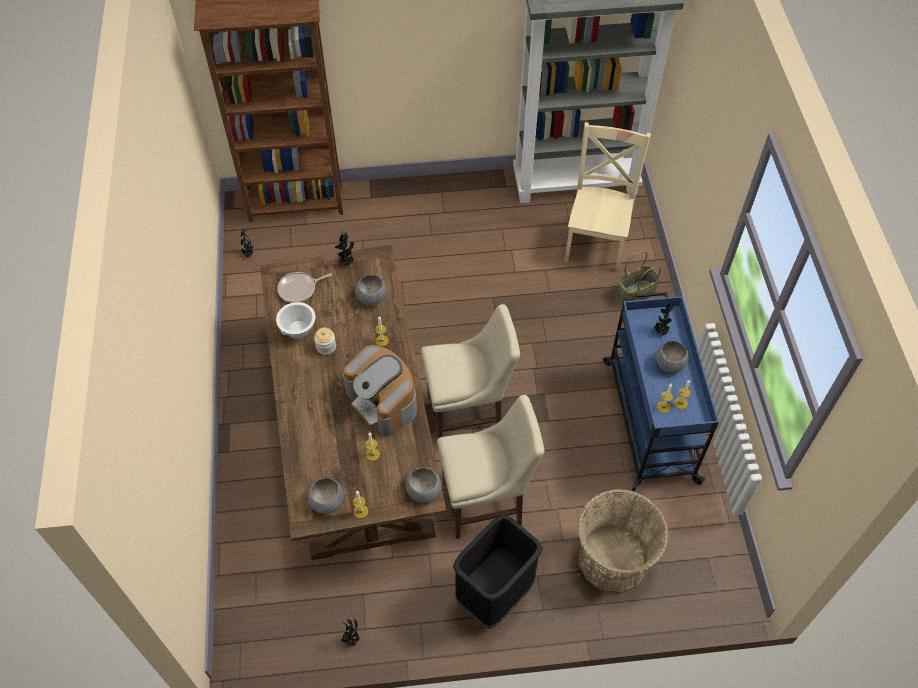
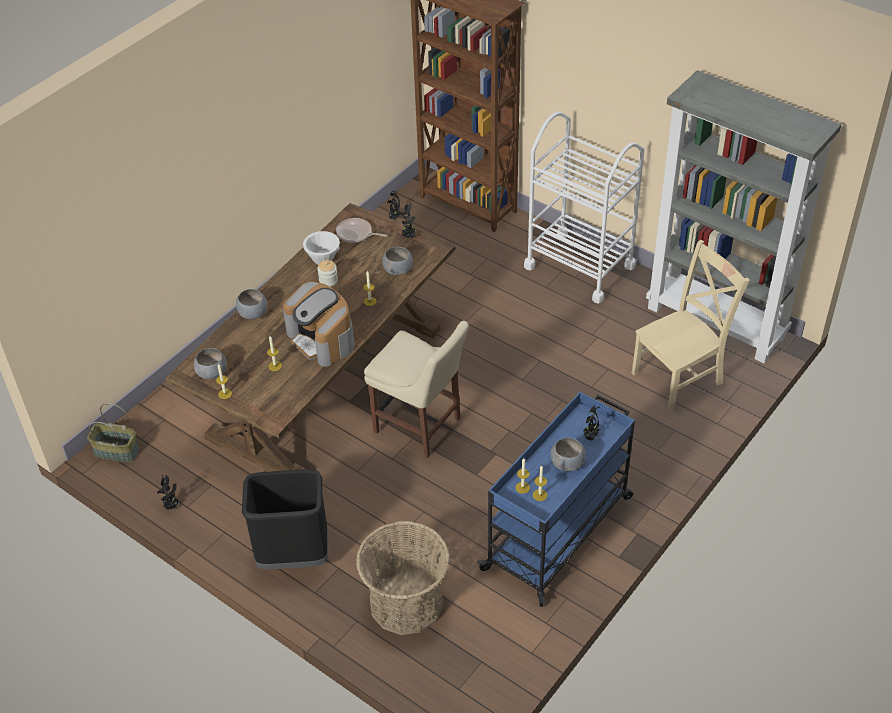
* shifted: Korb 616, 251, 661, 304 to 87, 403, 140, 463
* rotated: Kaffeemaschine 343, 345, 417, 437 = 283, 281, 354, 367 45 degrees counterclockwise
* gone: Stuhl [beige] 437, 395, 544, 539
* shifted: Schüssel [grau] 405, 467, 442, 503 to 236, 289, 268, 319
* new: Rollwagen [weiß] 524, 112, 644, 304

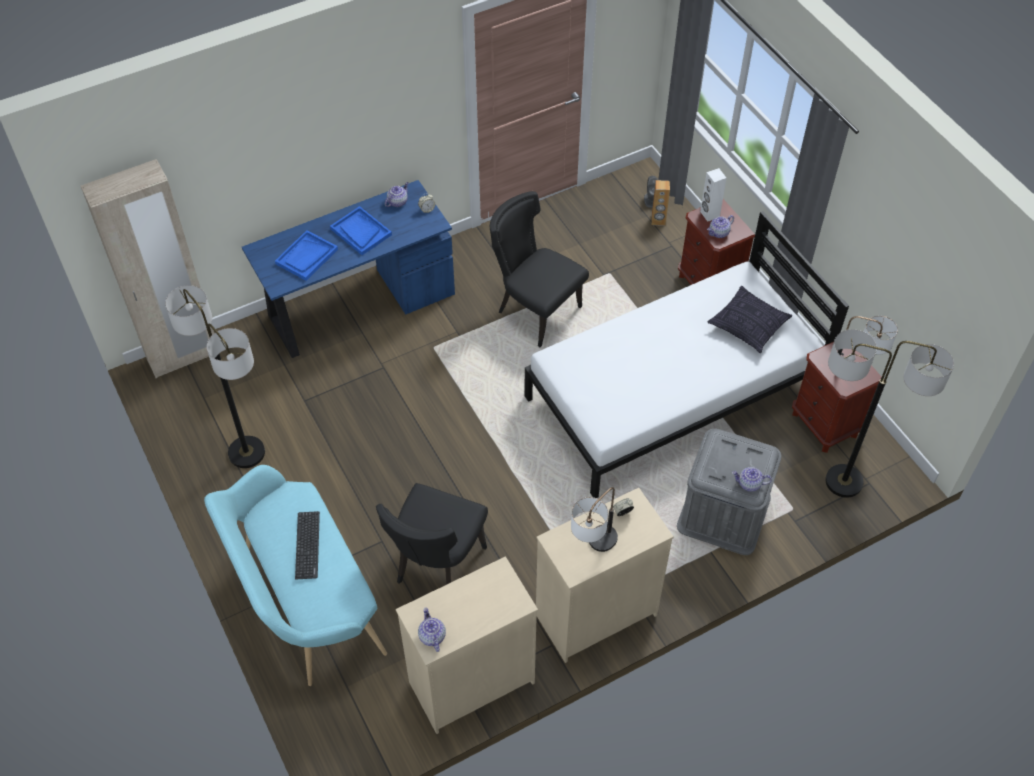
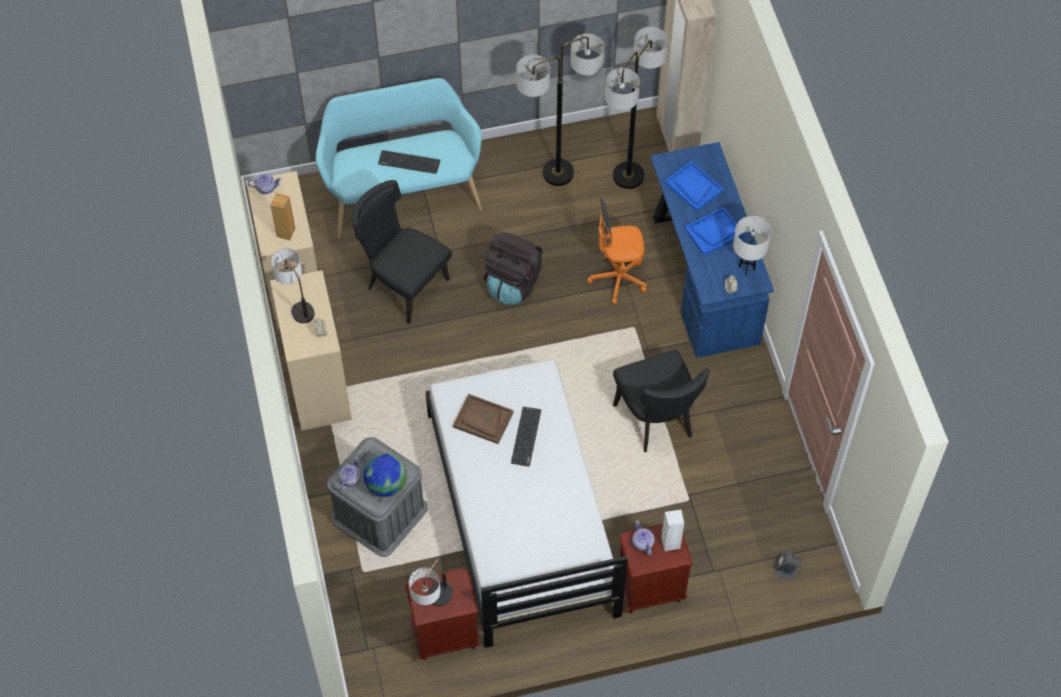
* shifted: Lautsprecher [braun] 651, 180, 670, 226 to 270, 193, 295, 241
* swapped: Teekanne 385, 182, 409, 207 to Tischlampe [weiß] 733, 216, 771, 275
* rotated: Stuhl [schwarz] 490, 191, 589, 347 = 613, 349, 710, 452 105 degrees clockwise
* gone: Kissen 707, 286, 792, 353
* shifted: Stehlampe 825, 329, 954, 498 to 605, 27, 668, 189
* new: Bürostuhl [orange] 587, 198, 647, 304
* new: Rucksack [schwarz] 484, 233, 542, 305
* new: Tablett [braun] 453, 394, 514, 444
* new: Tastatur 511, 407, 541, 467
* new: Globus 363, 453, 407, 497

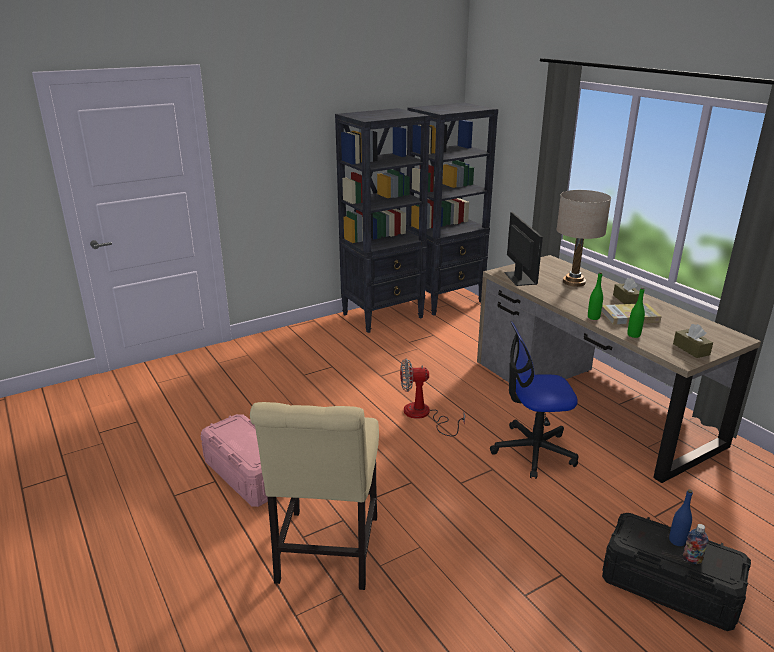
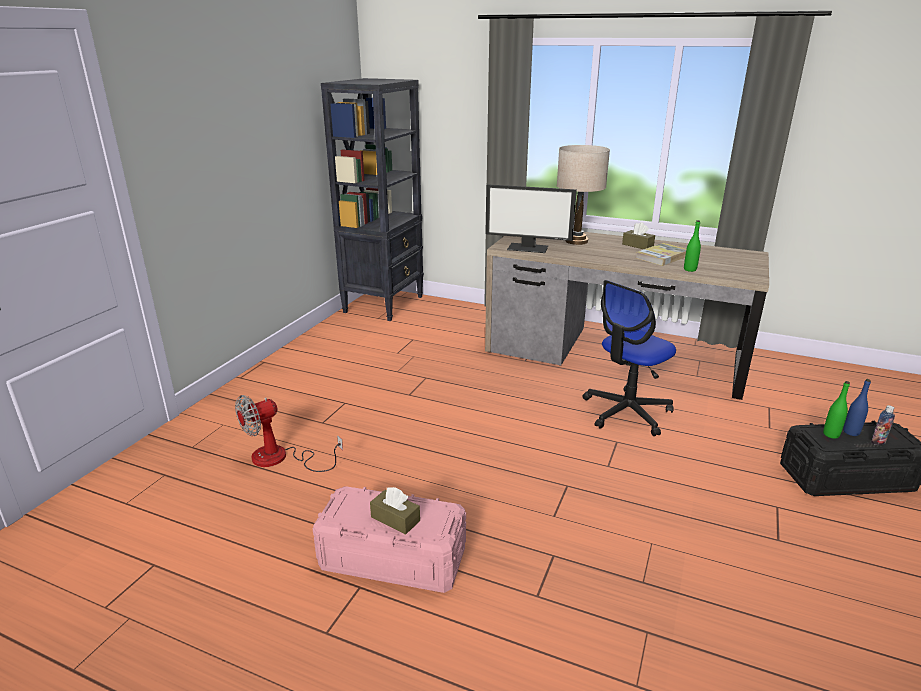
* gone: Bücherregal [schwarz] 335, 108, 430, 333
* rotated: Monitor 504, 212, 543, 286 = 485, 184, 577, 253 150 degrees clockwise
* shifted: Flasche [grün] 588, 272, 603, 320 to 823, 381, 850, 439
* shifted: Taschentuchbox [braun] 673, 324, 713, 358 to 370, 487, 420, 535
* shifted: Ventilator 400, 359, 465, 436 to 235, 395, 343, 472
* gone: Stuhl [beige] 250, 402, 379, 590

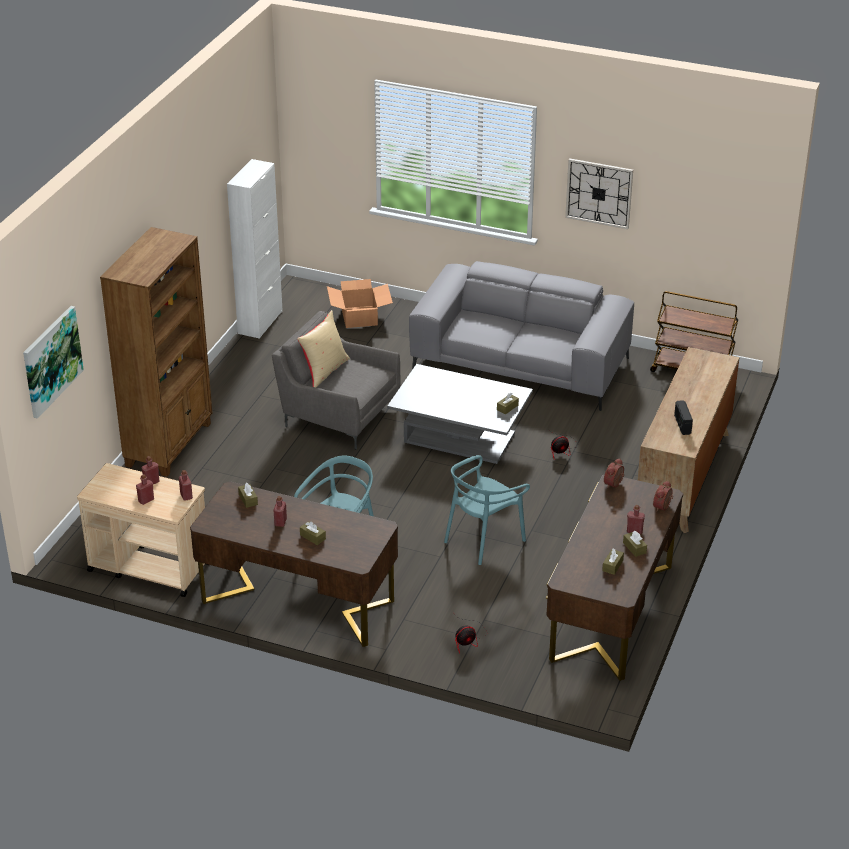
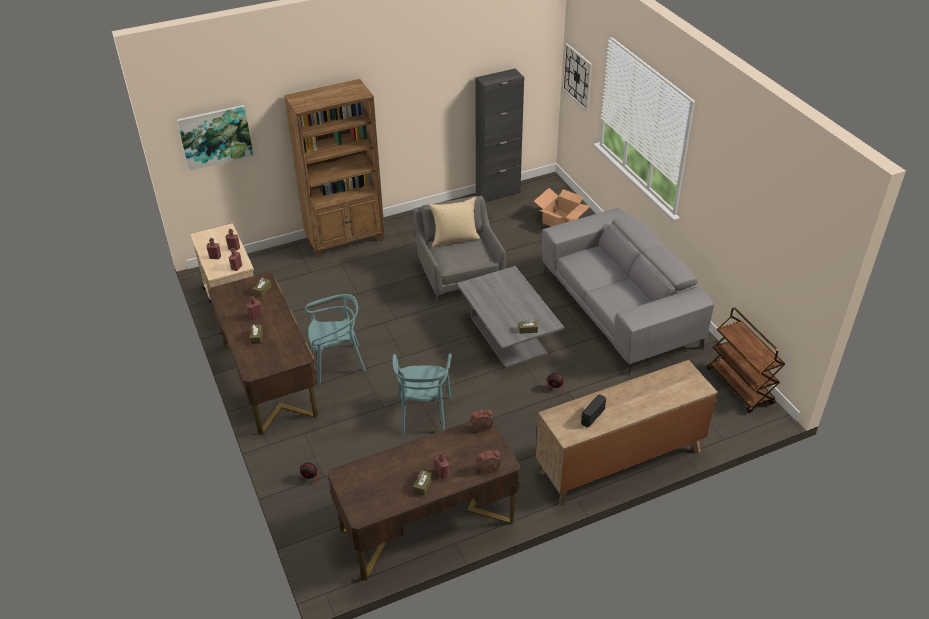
* shifted: Wanduhr 565, 158, 633, 229 to 562, 43, 593, 111
* repainted: Schrank [weiß] 227, 159, 283, 339 to Schrank [schwarz] 475, 69, 524, 202
* rotated: Stuhl [türkis] 444, 455, 530, 565 = 393, 353, 452, 434 90 degrees counterclockwise
* gone: Taschentuchbox [braun] 602, 548, 624, 575

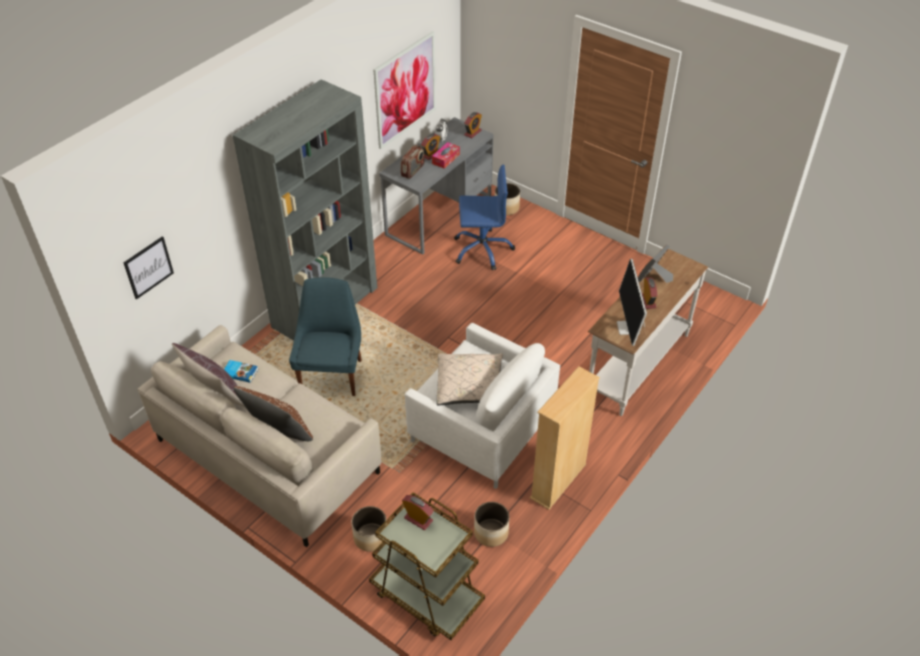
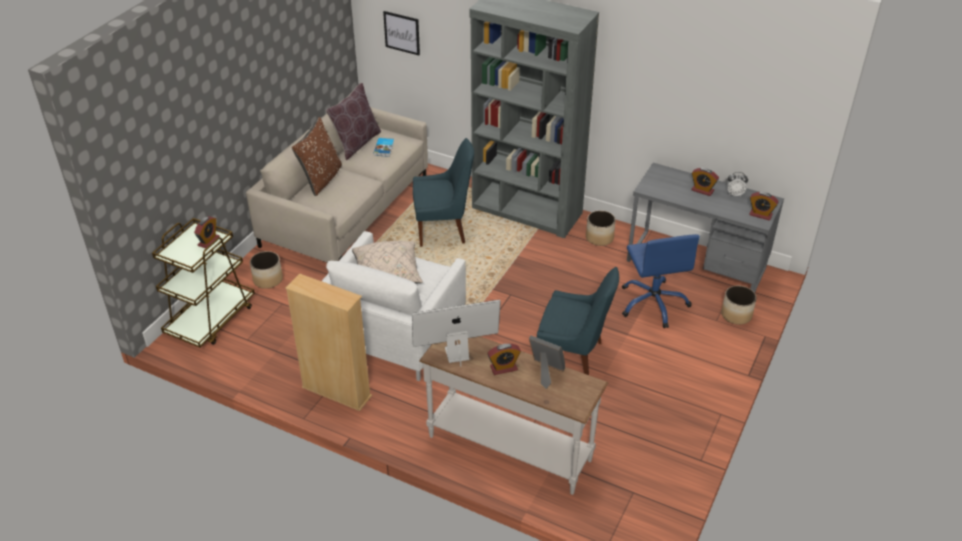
* gone: Bild 374, 31, 436, 149
* gone: Taschentuchbox 432, 142, 460, 169
* gone: Radio 401, 145, 425, 179
* shifted: Pflanzkübel 474, 502, 509, 547 to 586, 210, 616, 246
* new: Stuhl [blau] 537, 267, 619, 375

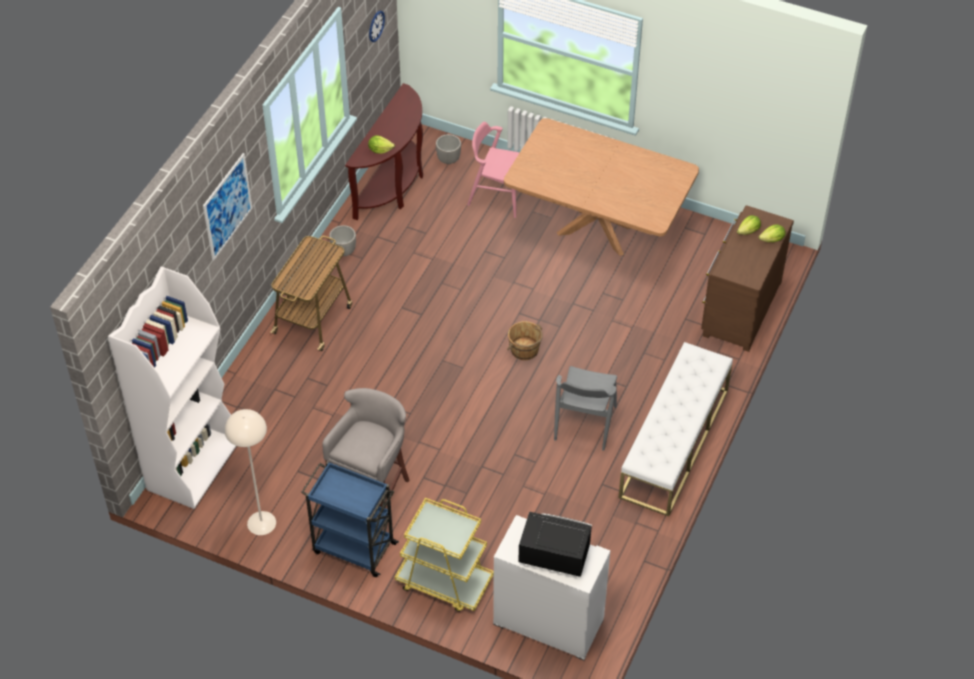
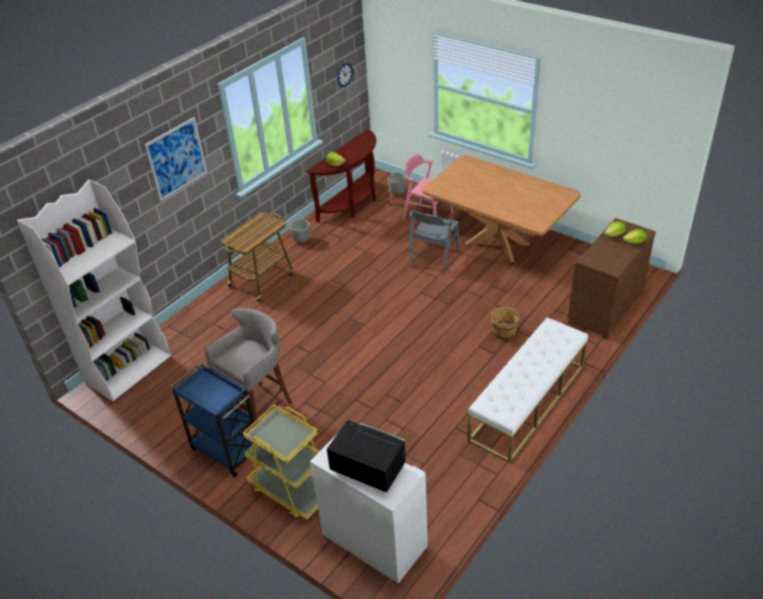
* shifted: Eimer [braun] 507, 321, 543, 360 to 488, 307, 521, 340
* shifted: Stuhl [grau] 554, 366, 617, 451 to 409, 210, 460, 275
* gone: Stehlampe [beige] 225, 409, 276, 535

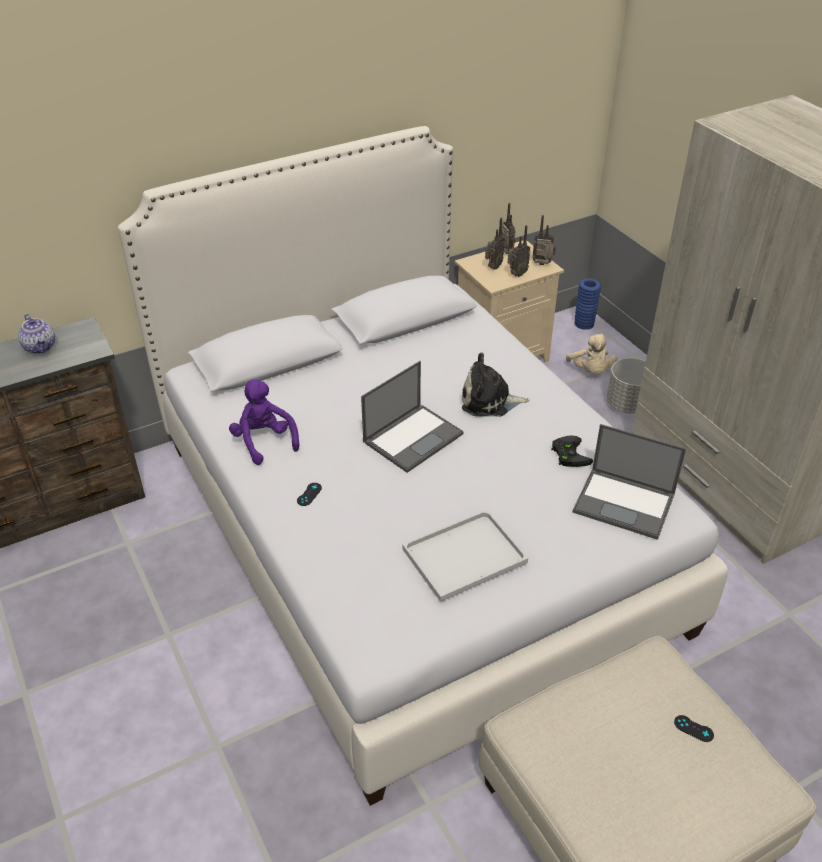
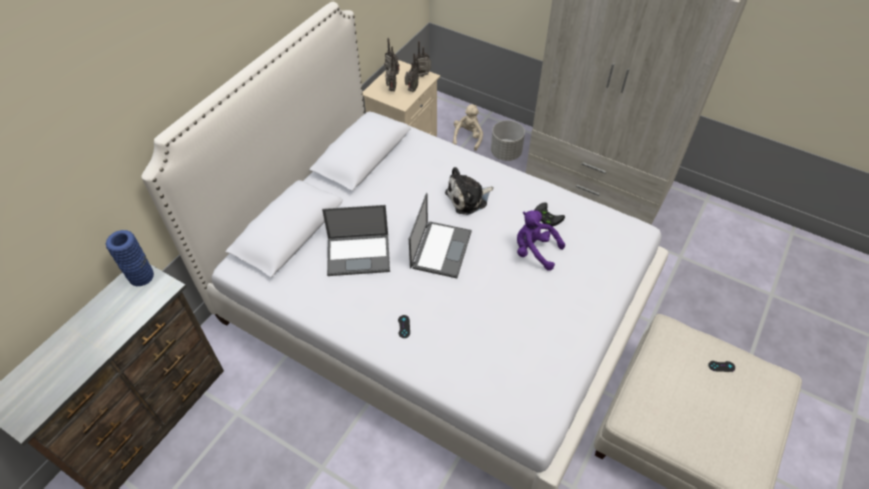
* shifted: Vase [blau] 574, 279, 601, 330 to 106, 230, 154, 286
* gone: Teekanne 18, 314, 55, 354
* rotated: Plüschtier [beige] 566, 334, 617, 374 = 453, 104, 483, 151 120 degrees counterclockwise
* shifted: Plüschtier [lila] 229, 379, 299, 465 to 517, 210, 565, 270
* shifted: Laptop 573, 424, 686, 540 to 322, 205, 390, 276
* gone: Tablett [weiß] 402, 510, 528, 602

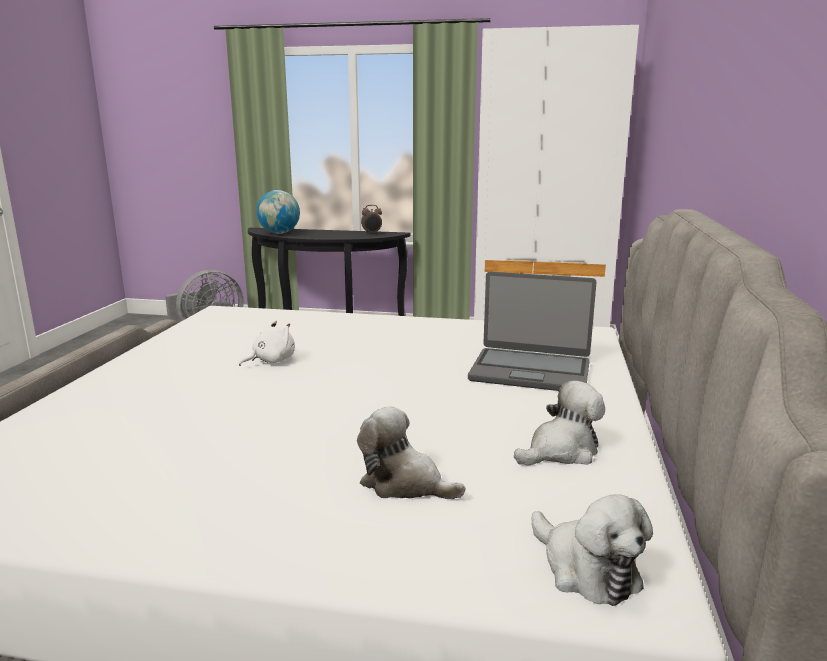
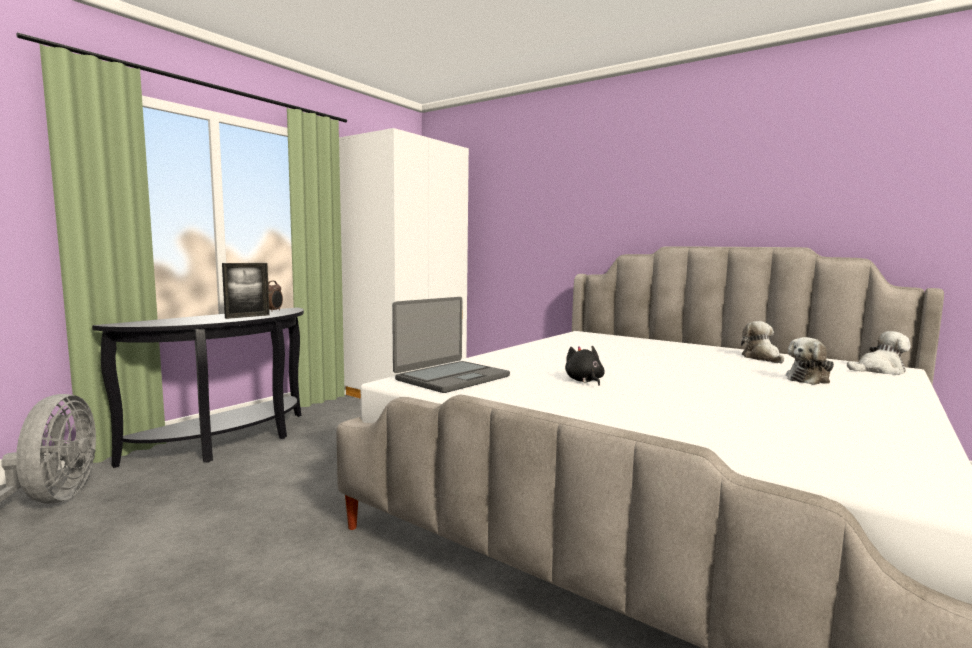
* gone: Globus 256, 190, 300, 234
* shifted: Laptop 468, 272, 596, 391 to 392, 297, 510, 393
* repainted: Plüschtier [weiß] 239, 321, 295, 366 to Plüschtier [schwarz] 565, 346, 605, 386
* new: Bilderrahmen 222, 263, 270, 319

